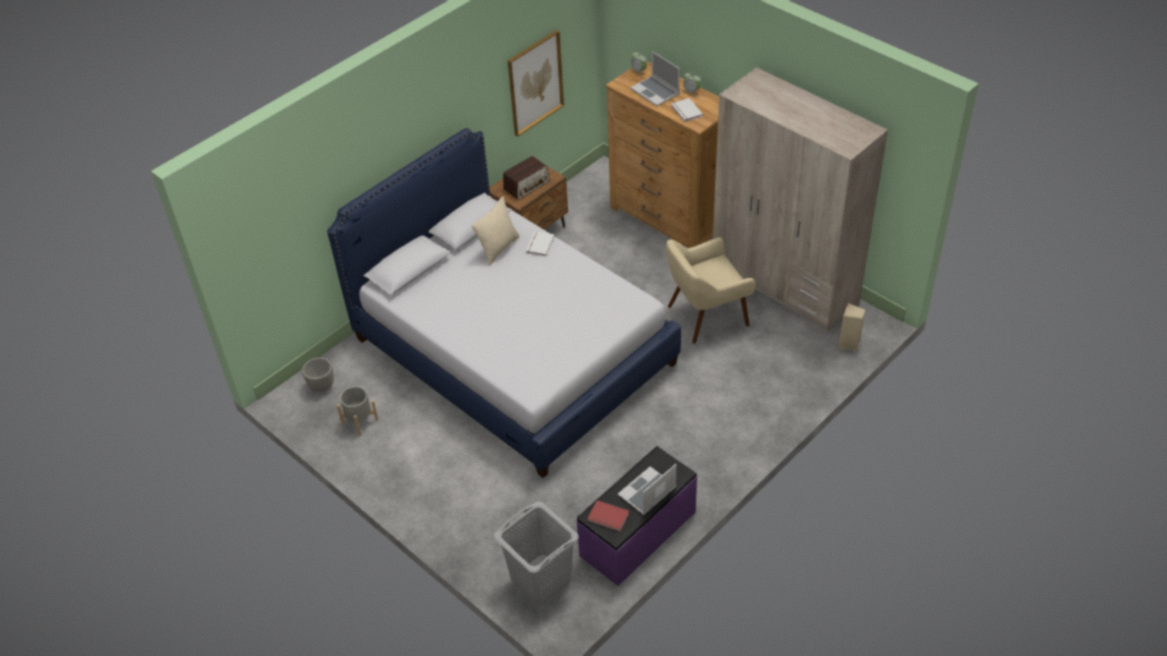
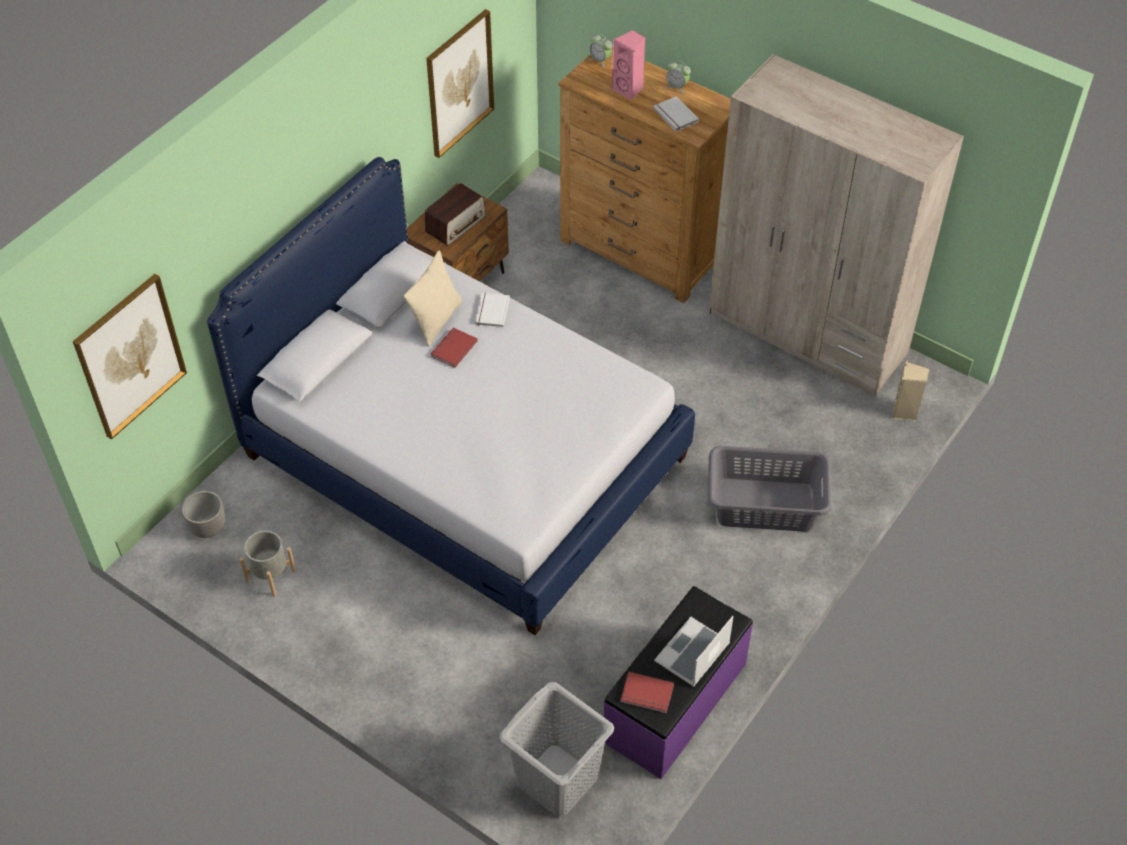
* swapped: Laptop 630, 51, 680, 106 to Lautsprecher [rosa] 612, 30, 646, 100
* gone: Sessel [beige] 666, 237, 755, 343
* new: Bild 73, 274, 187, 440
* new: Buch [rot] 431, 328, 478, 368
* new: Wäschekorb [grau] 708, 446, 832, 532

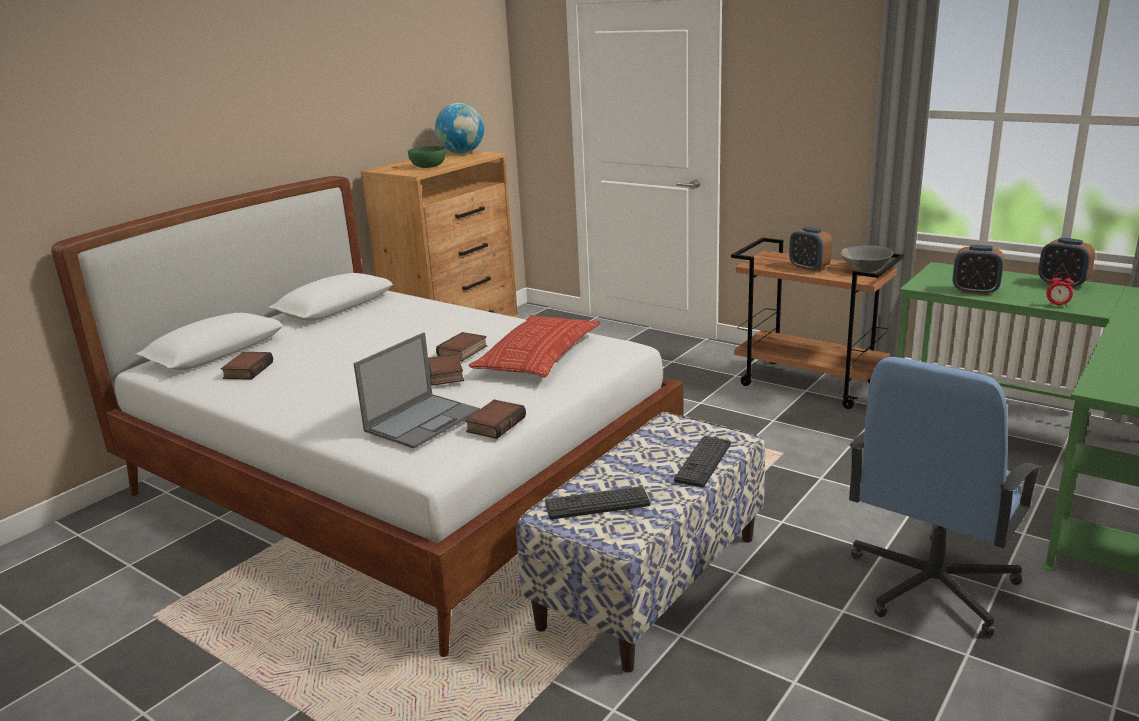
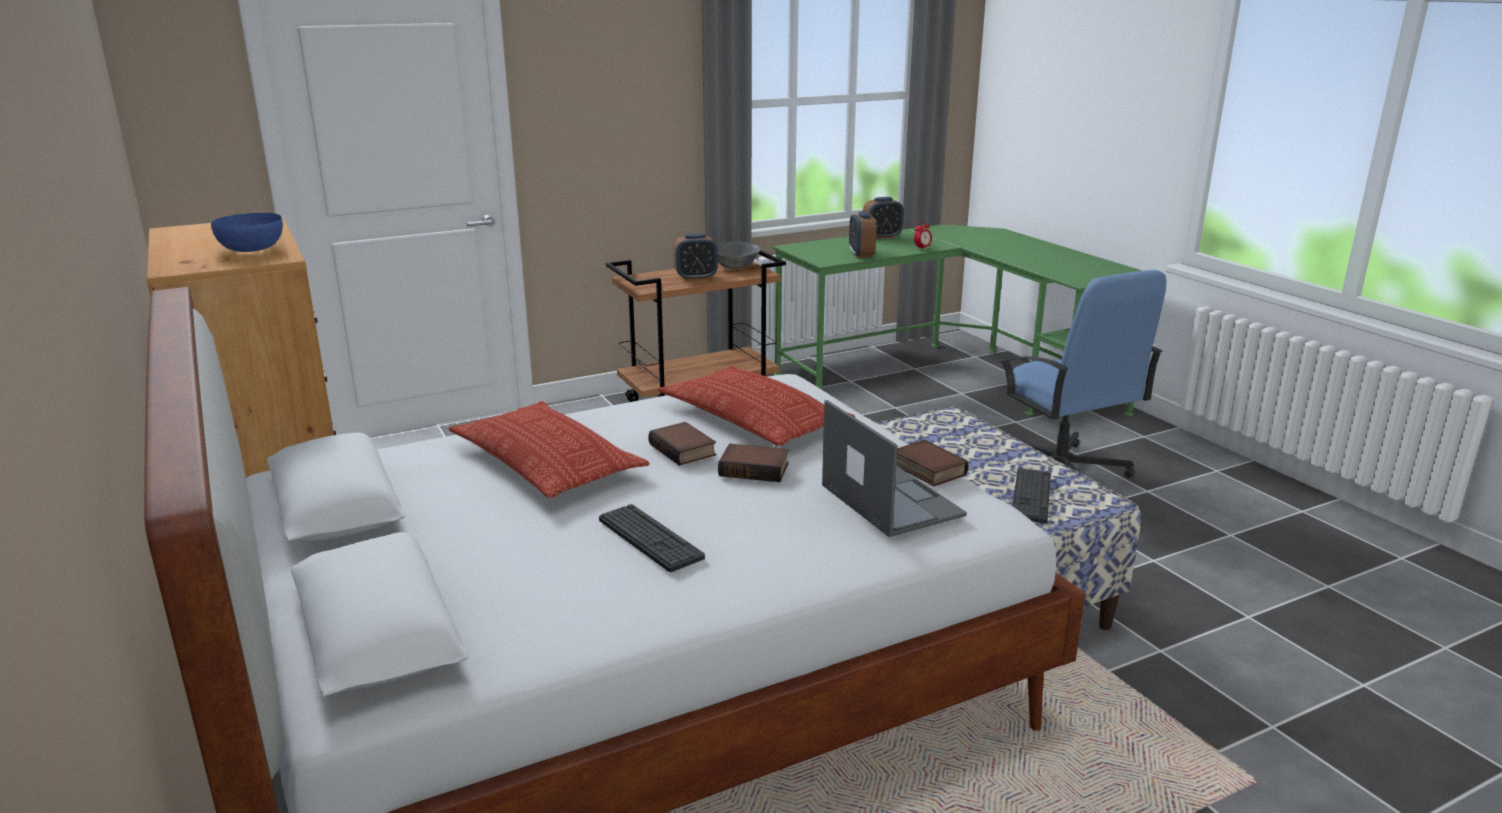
* gone: Globus 435, 103, 484, 154
* repainted: Schüssel [grün] 408, 146, 446, 168 to Schüssel [blau] 211, 213, 283, 252
* rotated: Wecker 953, 245, 1004, 295 = 849, 212, 877, 258 120 degrees clockwise
* gone: Buch 221, 352, 273, 380
* shifted: Tastatur 674, 436, 731, 487 to 599, 504, 705, 572
* new: Kissen 448, 401, 650, 498

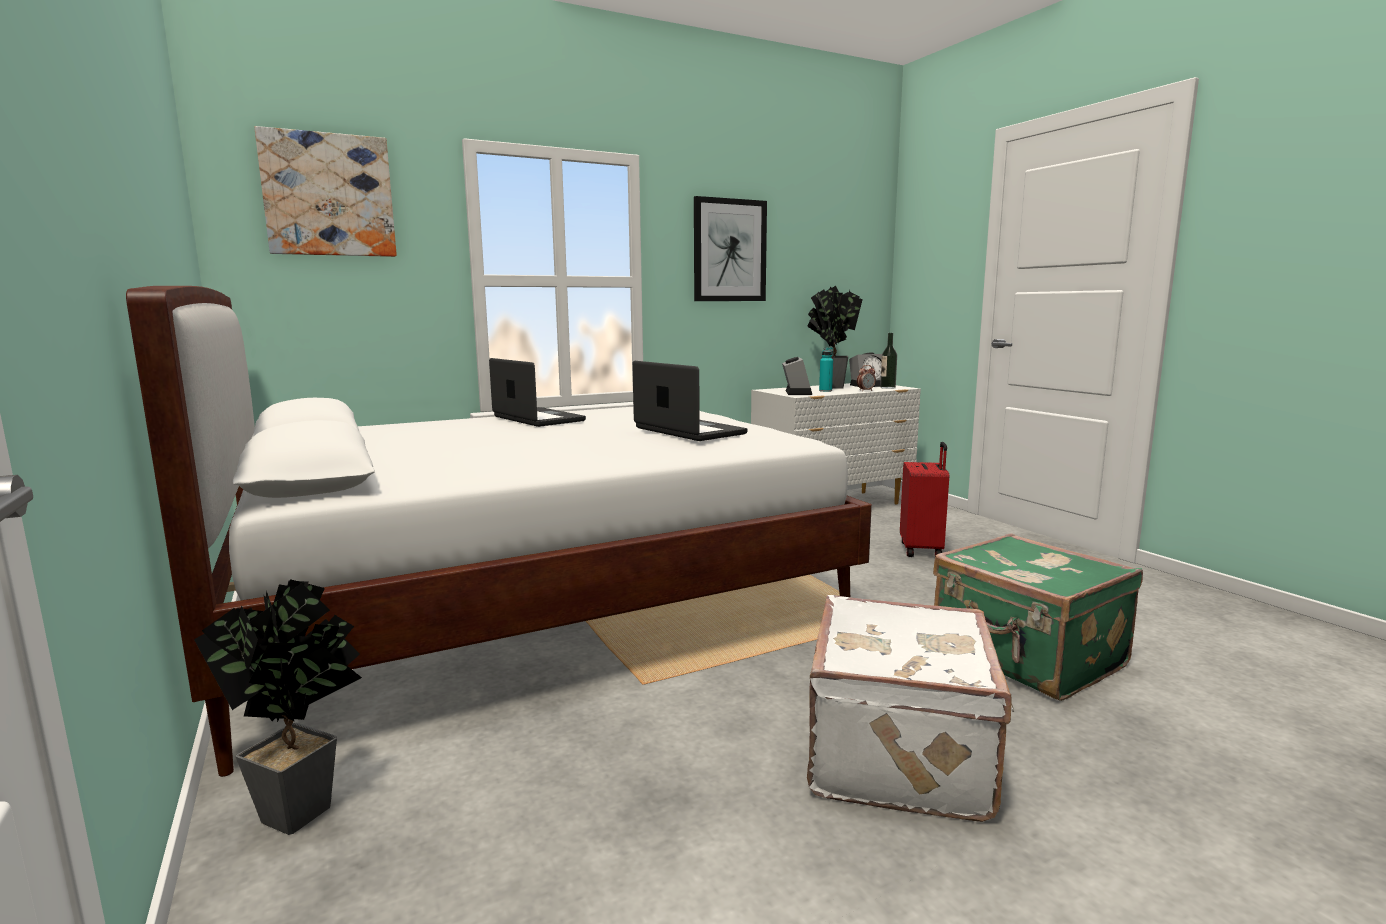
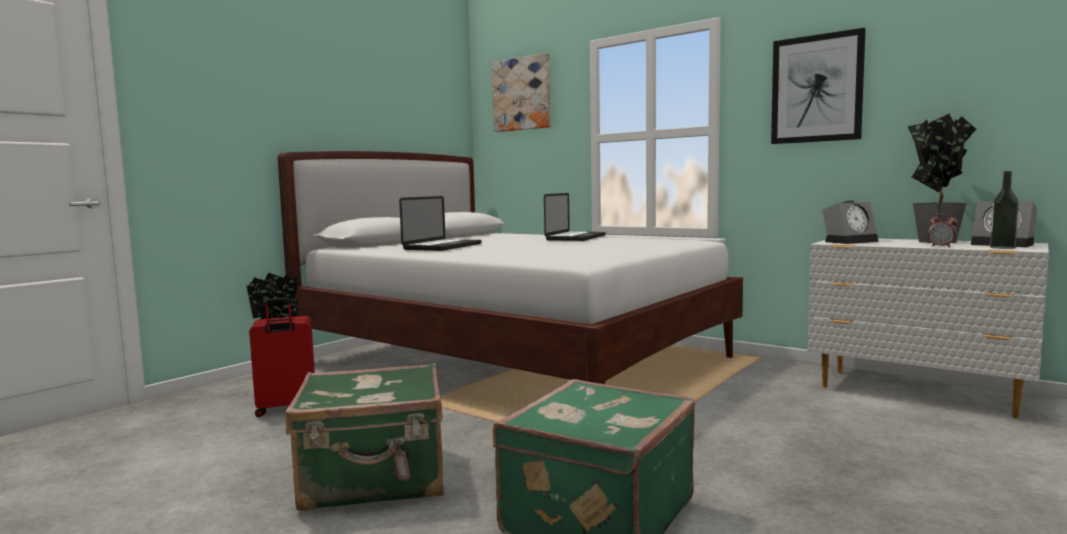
* gone: Flasche [türkis] 819, 348, 833, 392
* shifted: Laptop 632, 361, 747, 441 to 399, 196, 481, 251
* shifted: Koffer [rot] 900, 442, 949, 557 to 249, 298, 315, 417
* repainted: Koffer [weiß] 807, 595, 1014, 822 to Koffer [grün] 286, 363, 444, 511

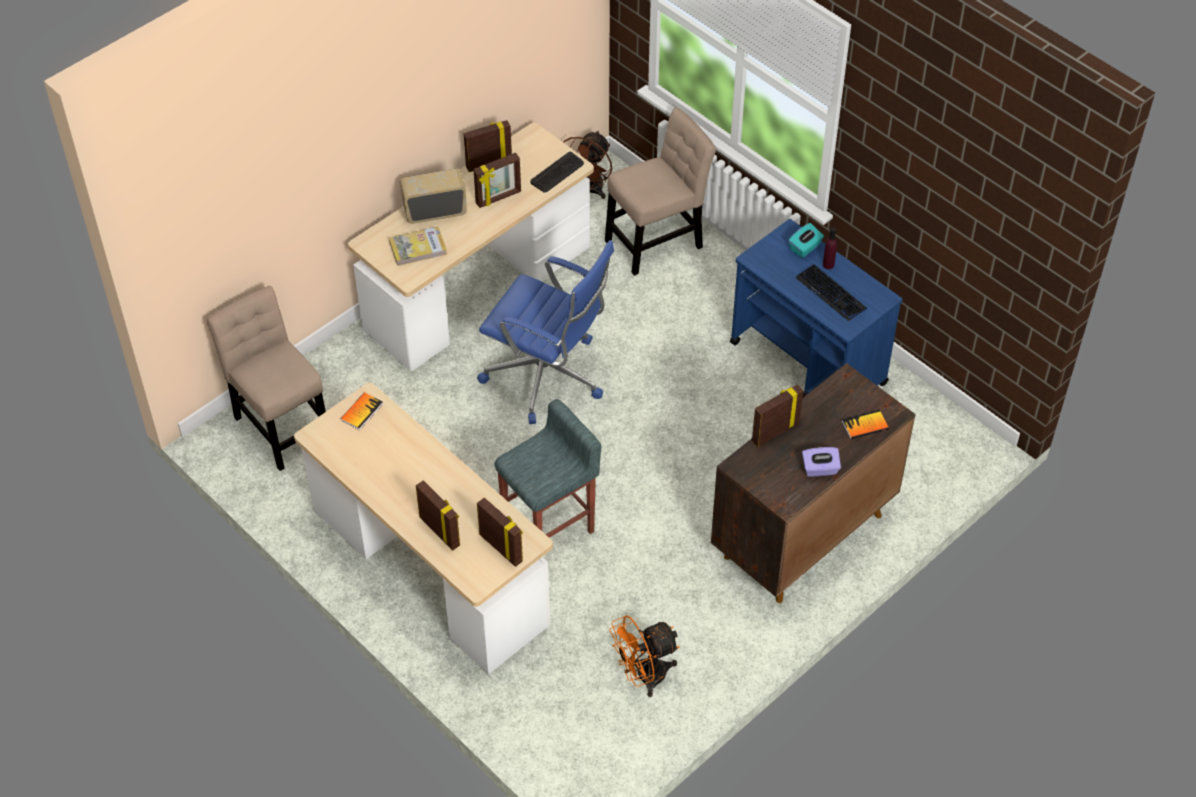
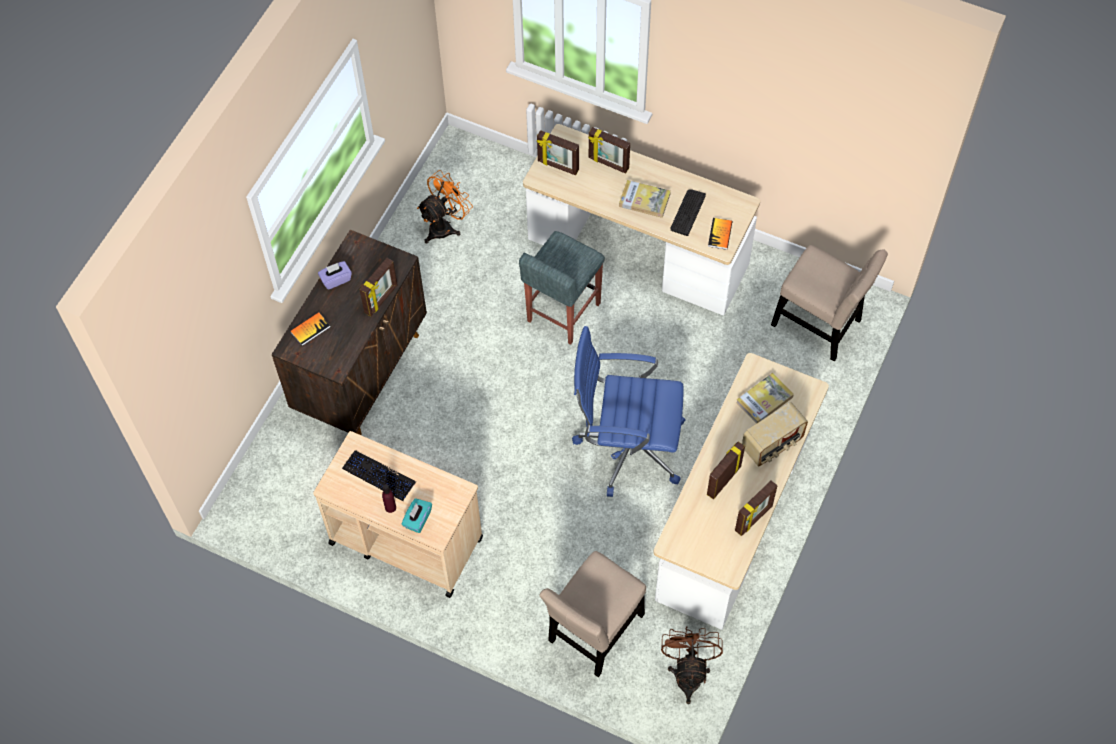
* shifted: Tastatur 530, 151, 584, 193 to 670, 189, 706, 236
* repainted: Rollwagen [blau] 730, 219, 903, 397 to Rollwagen [beige] 313, 431, 483, 598
* new: Buch 619, 180, 671, 218

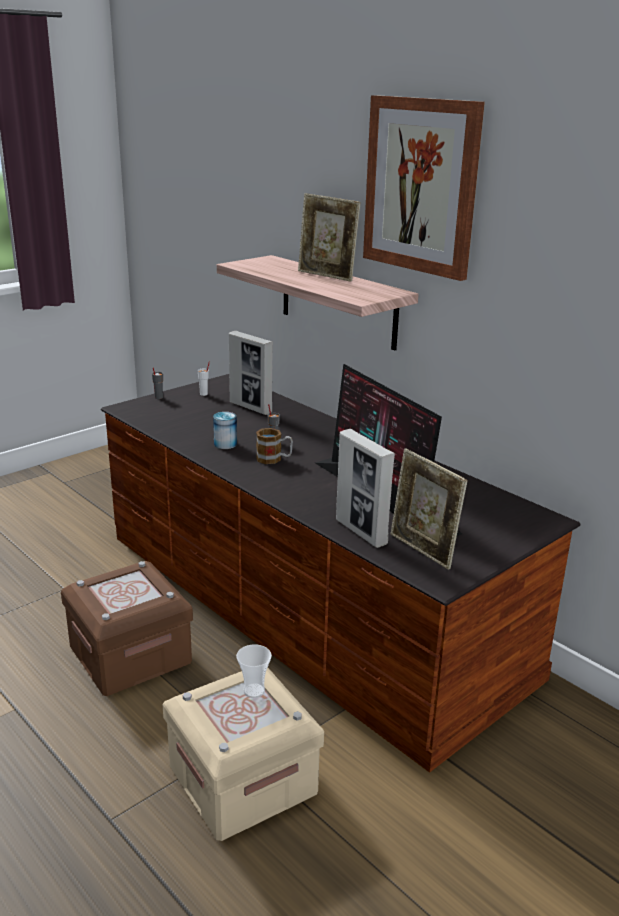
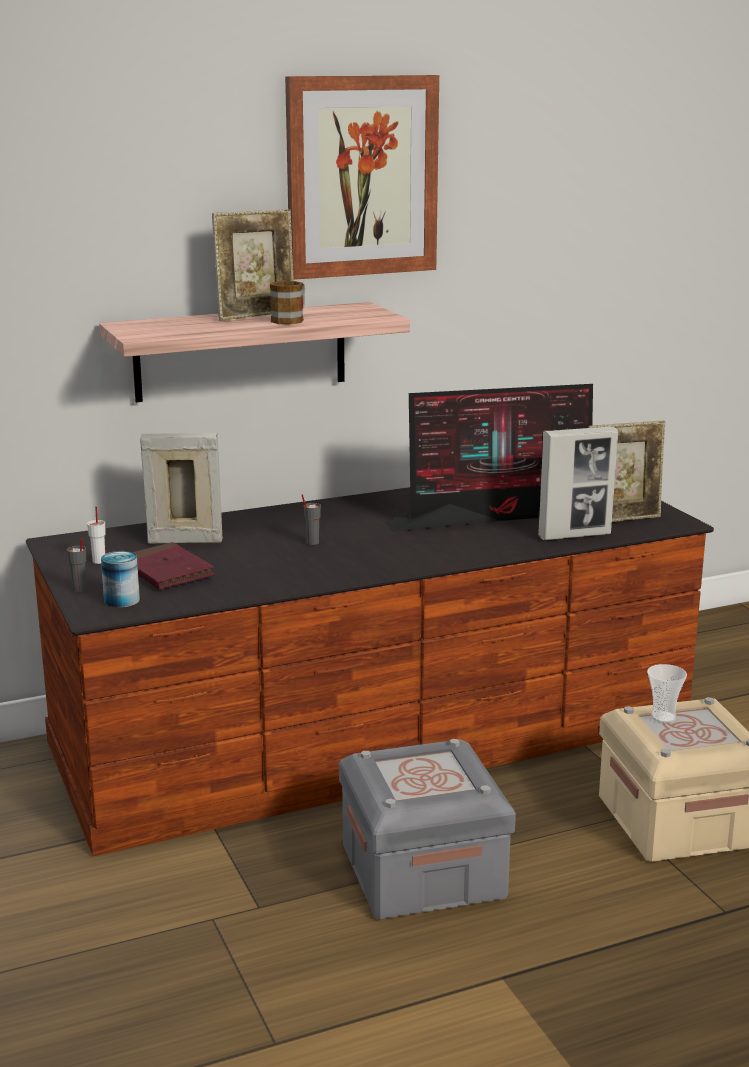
* rotated: Bilderrahmen 229, 331, 273, 415 = 140, 433, 223, 544 150 degrees counterclockwise
* shifted: Dose 213, 412, 237, 449 to 101, 551, 140, 608
* shifted: Henkelbecher 256, 428, 293, 464 to 270, 281, 305, 324
* repainted: Aufbewahrungsbox [braun] 61, 561, 193, 696 to Aufbewahrungsbox [grau] 339, 739, 516, 919
* new: Buch [rot] 133, 542, 215, 590

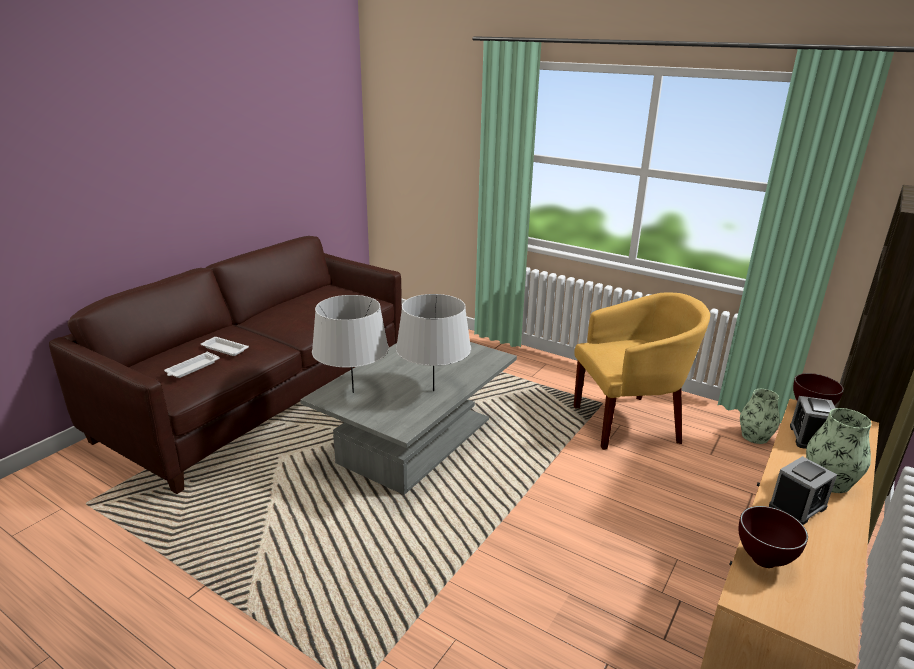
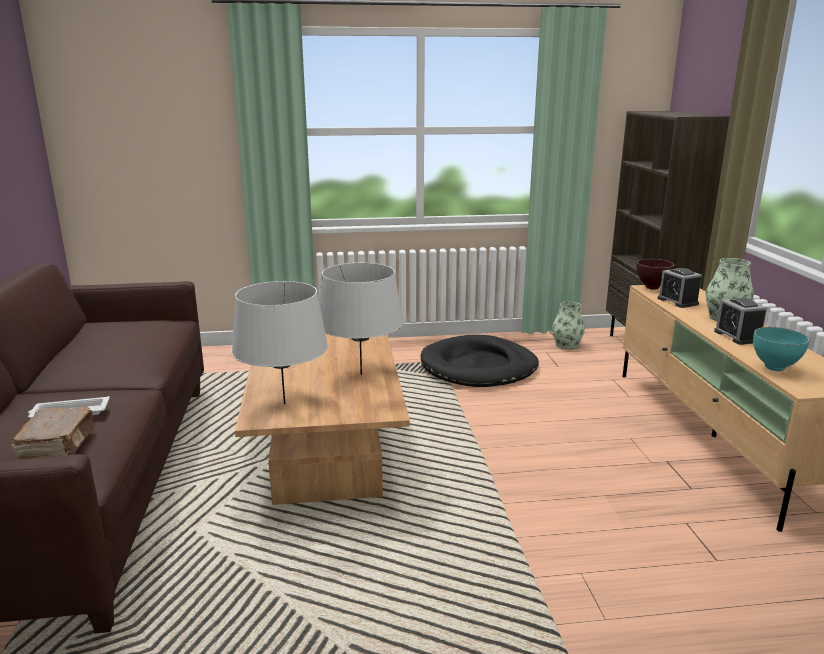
* swapped: Sessel [gelb] 574, 293, 710, 450 to Hundebett [schwarz] 421, 335, 539, 387
* repainted: Couchtisch [grau] 300, 342, 517, 495 to Couchtisch [braun] 235, 334, 410, 505
* swapped: Tablett [weiß] 164, 352, 220, 378 to Buch [braun] 11, 406, 95, 459
* rotated: Wecker 769, 456, 837, 525 = 714, 298, 767, 345 150 degrees clockwise
* repainted: Schüssel [braun] 739, 506, 808, 568 to Schüssel [türkis] 753, 327, 809, 371

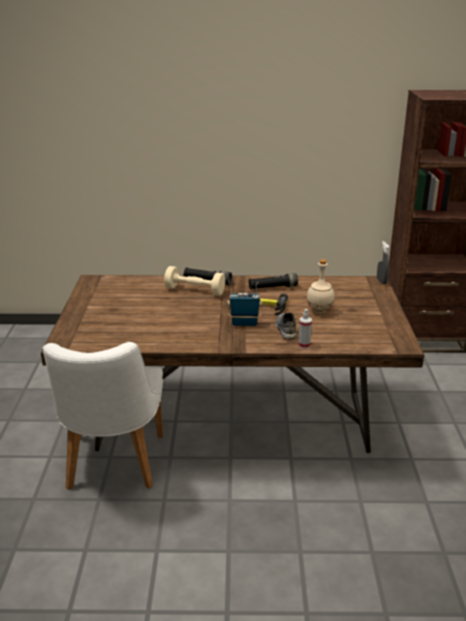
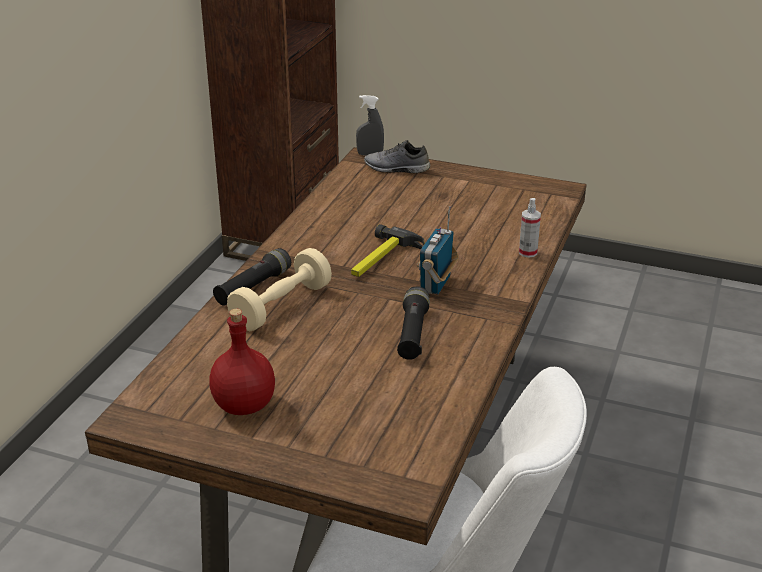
* gone: Flasche [beige] 307, 259, 335, 313
* shifted: Taschenlampe [schwarz] 249, 273, 298, 290 to 397, 286, 430, 360
* shifted: Schuh [grau] 275, 312, 297, 339 to 364, 140, 430, 173
* new: Flasche [rot] 209, 309, 275, 415

